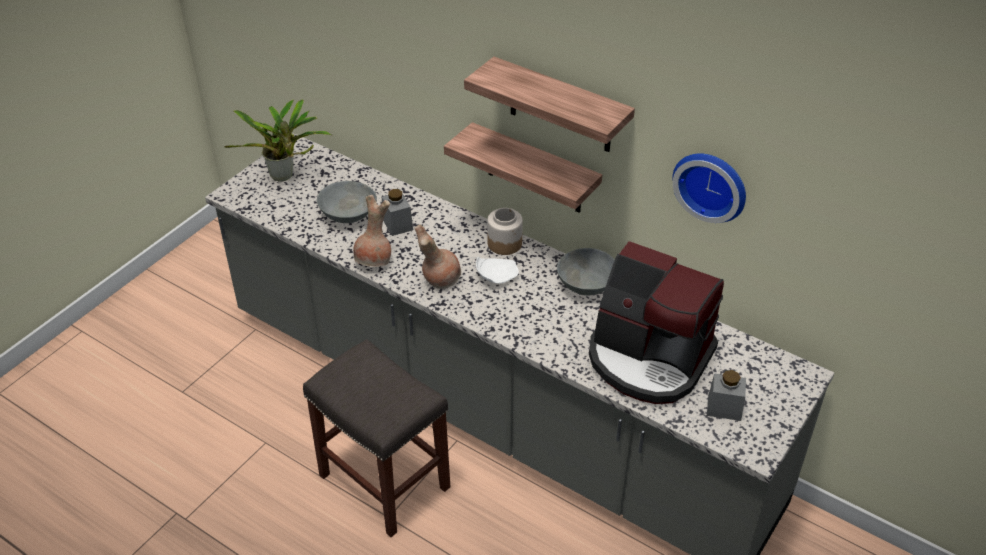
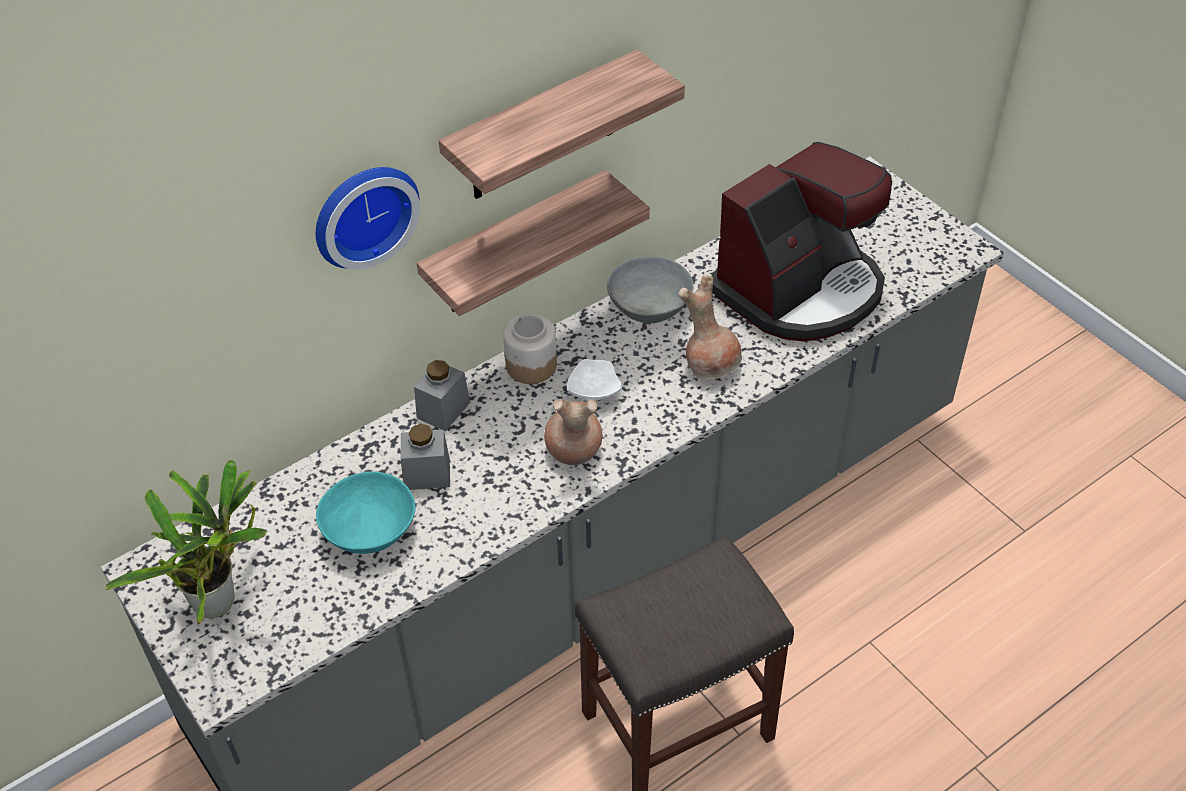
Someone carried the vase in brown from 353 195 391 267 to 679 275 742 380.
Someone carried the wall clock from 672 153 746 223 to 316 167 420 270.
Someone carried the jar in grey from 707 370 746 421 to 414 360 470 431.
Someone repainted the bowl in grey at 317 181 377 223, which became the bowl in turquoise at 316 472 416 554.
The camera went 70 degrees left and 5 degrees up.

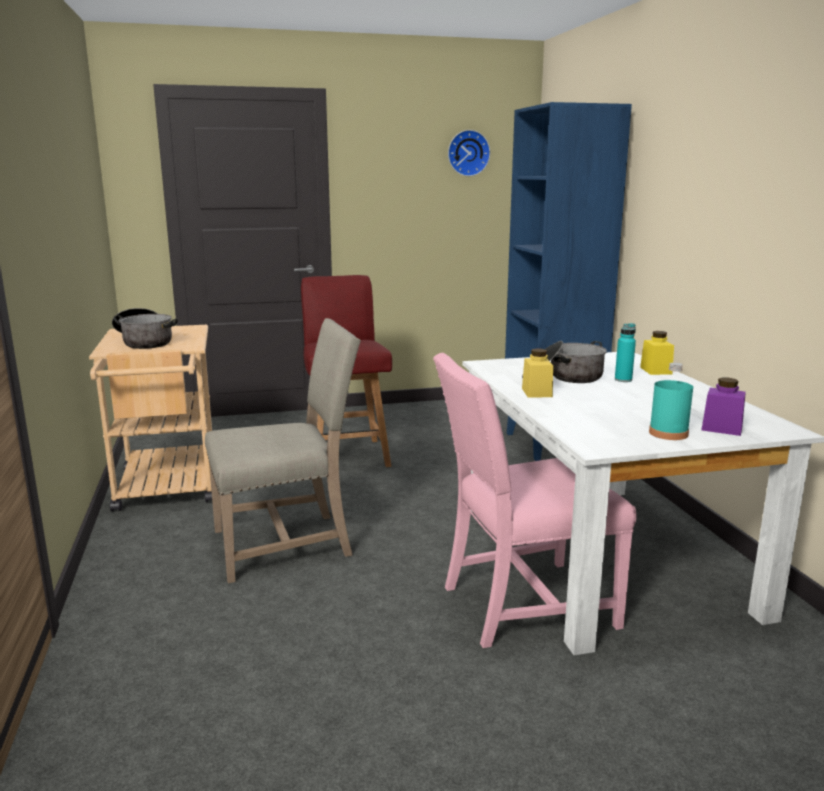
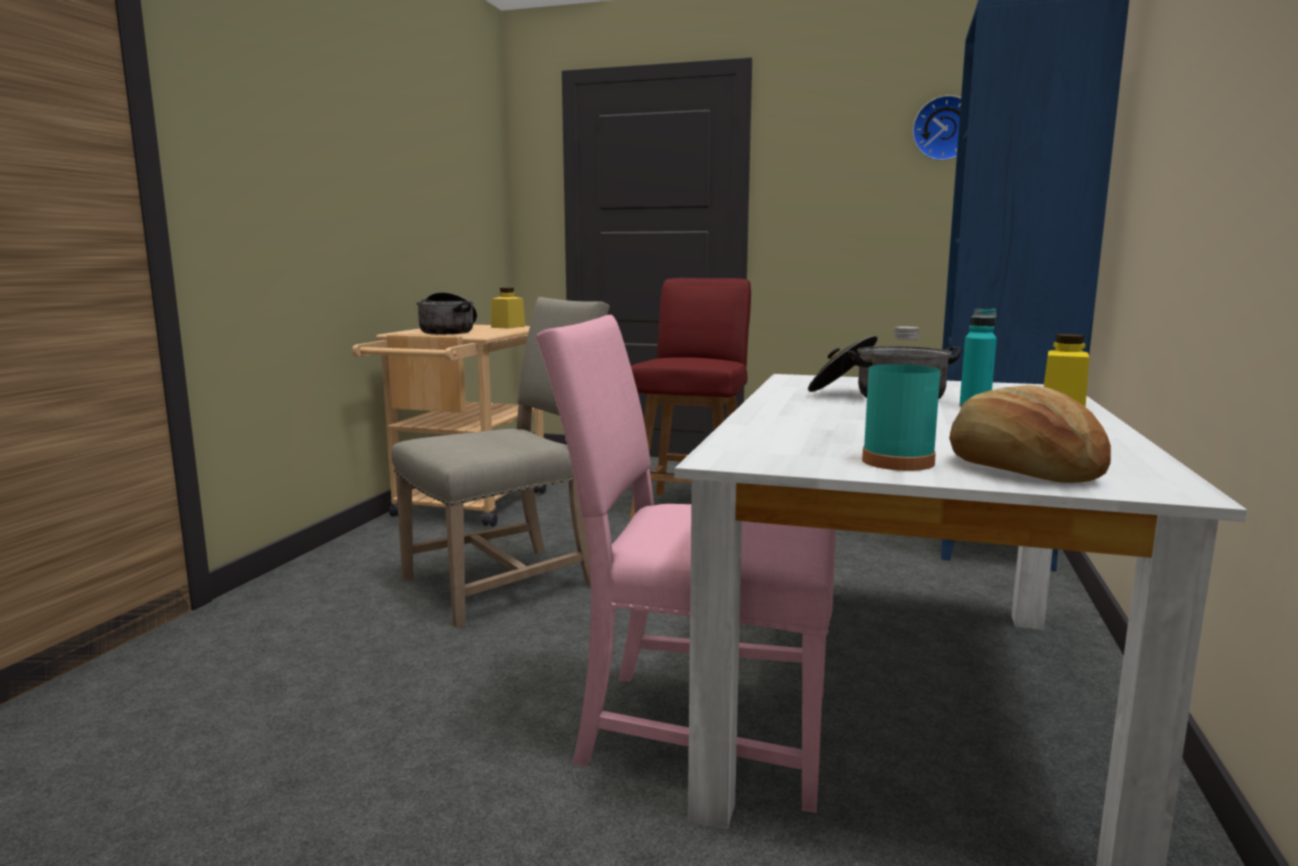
Someone carried the jar in yellow from 522 348 553 398 to 491 288 525 329.
Someone swapped the jar in purple at 701 378 746 436 for the bread at 949 385 1111 483.
Someone rotated the chair in beige at 205 318 361 583 by 45 degrees counterclockwise.
The camera went 30 degrees right and 5 degrees down.

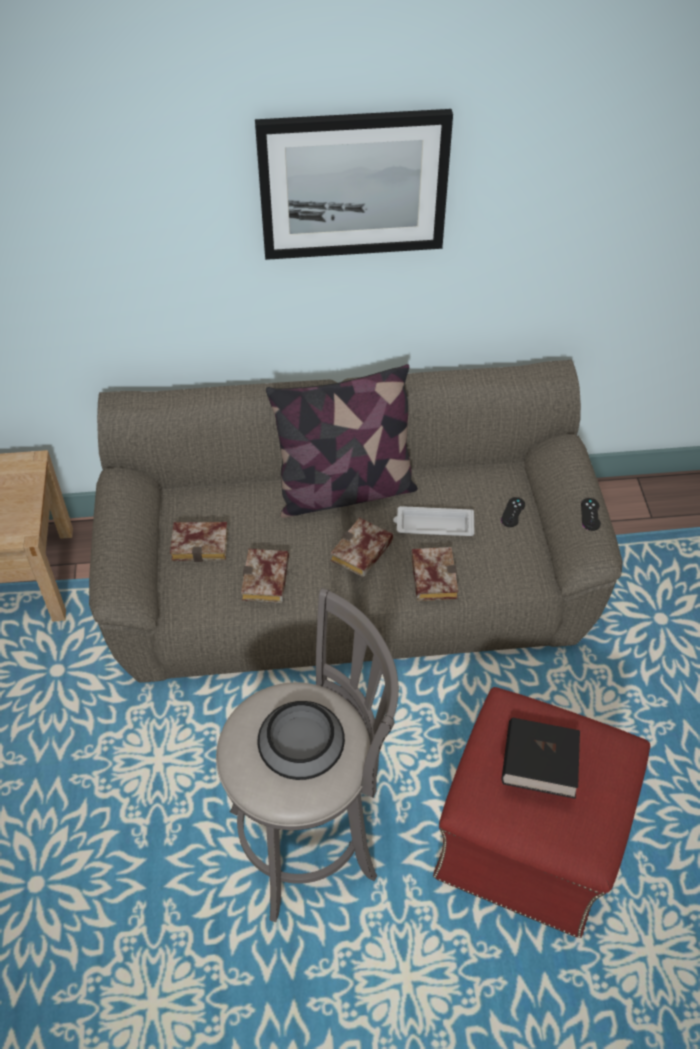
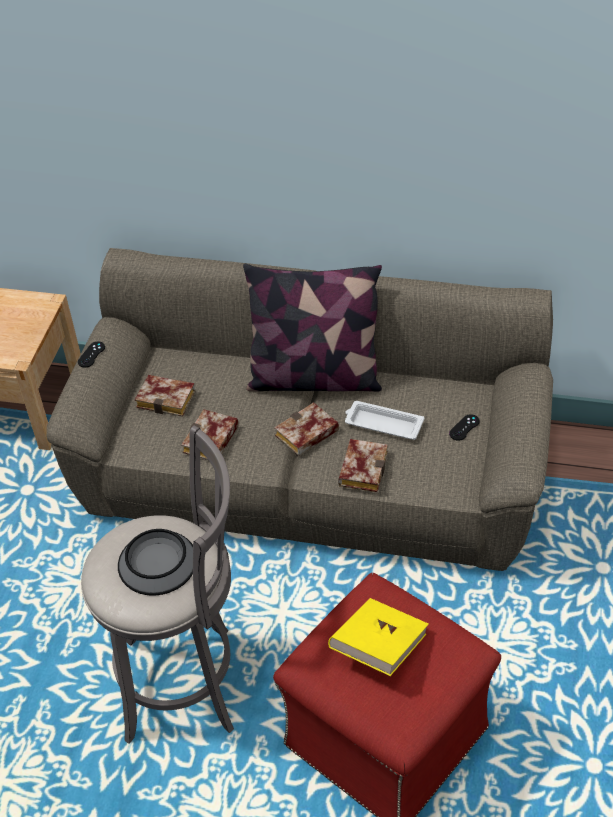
Someone took away the picture at 255 109 453 260.
Someone carried the game controller in black from 581 498 601 531 to 78 342 105 368.
Someone repainted the book in black at 502 718 580 799, which became the book in yellow at 328 598 429 676.
The camera went 20 degrees right and 5 degrees down.

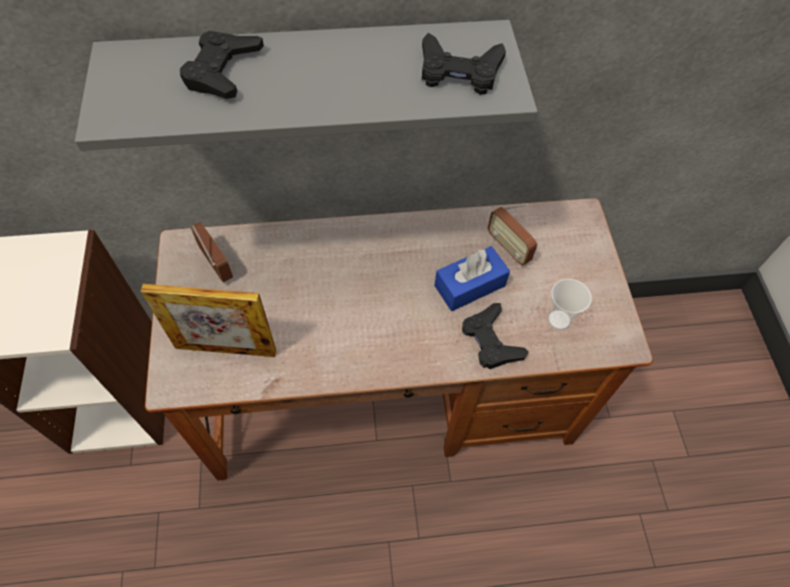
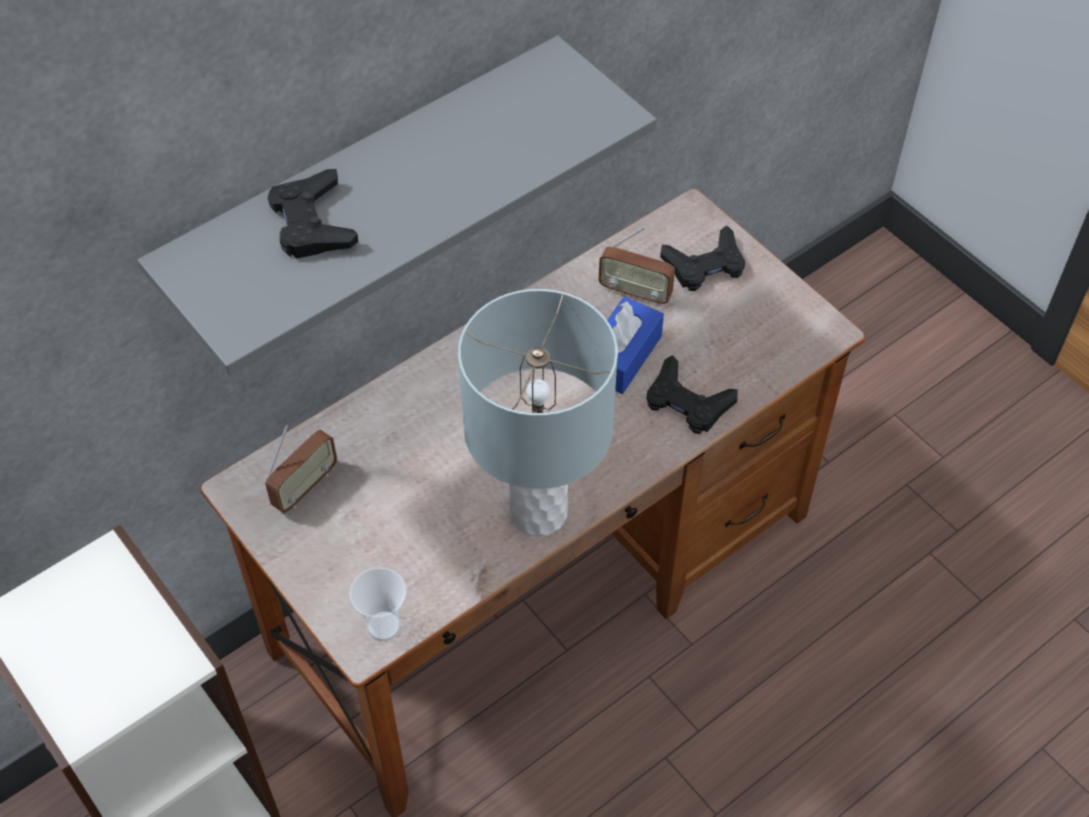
Someone took away the picture frame at 140 284 276 357.
Someone put down the table lamp in grey at 458 289 618 536.
Someone carried the game controller in black from 422 33 506 95 to 660 225 745 291.
Someone carried the cup from 548 279 591 330 to 349 568 406 641.
Someone rotated the radio at 190 222 233 282 by 105 degrees clockwise.
The camera went 30 degrees left and 5 degrees down.

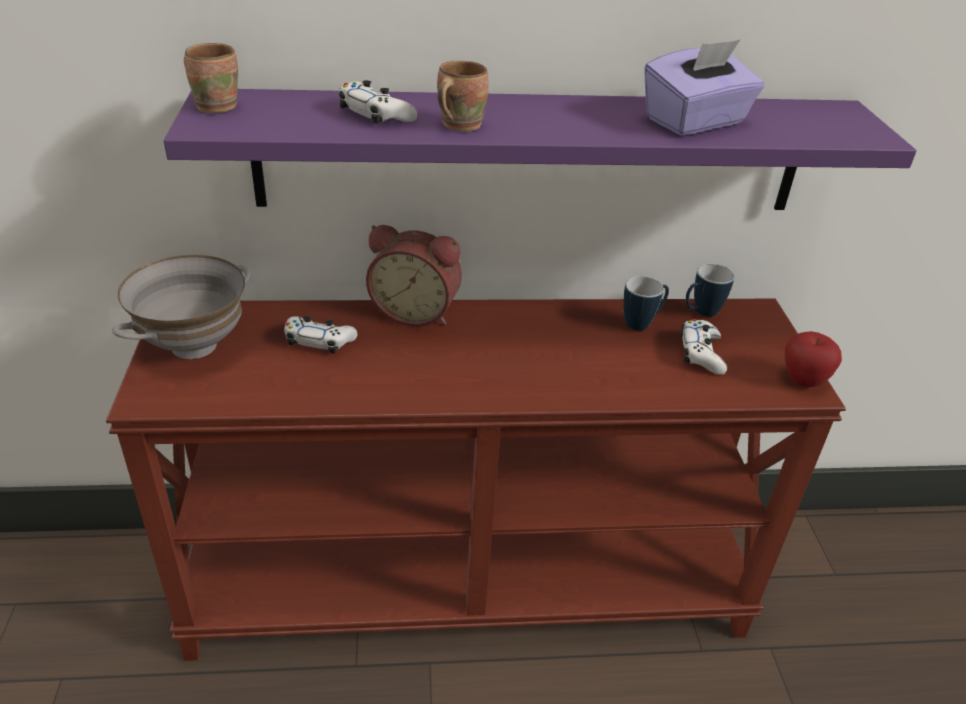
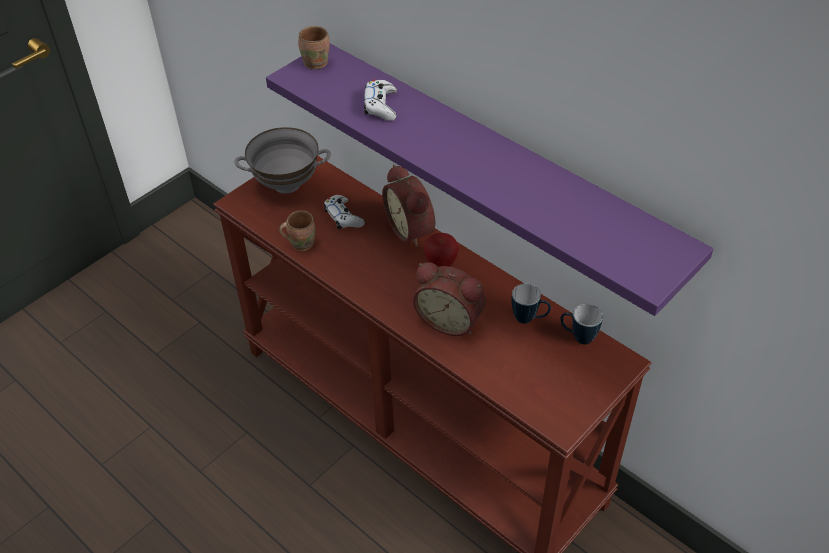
Someone took away the tissue box in purple at 644 40 765 136.
Someone took away the game controller in white at 680 319 727 375.
Someone put down the alarm clock at 413 262 486 336.
Someone carried the mug in brown from 437 61 489 132 to 279 210 315 251.
Someone carried the apple from 785 331 842 387 to 424 233 459 267.
The camera went 50 degrees right and 10 degrees up.

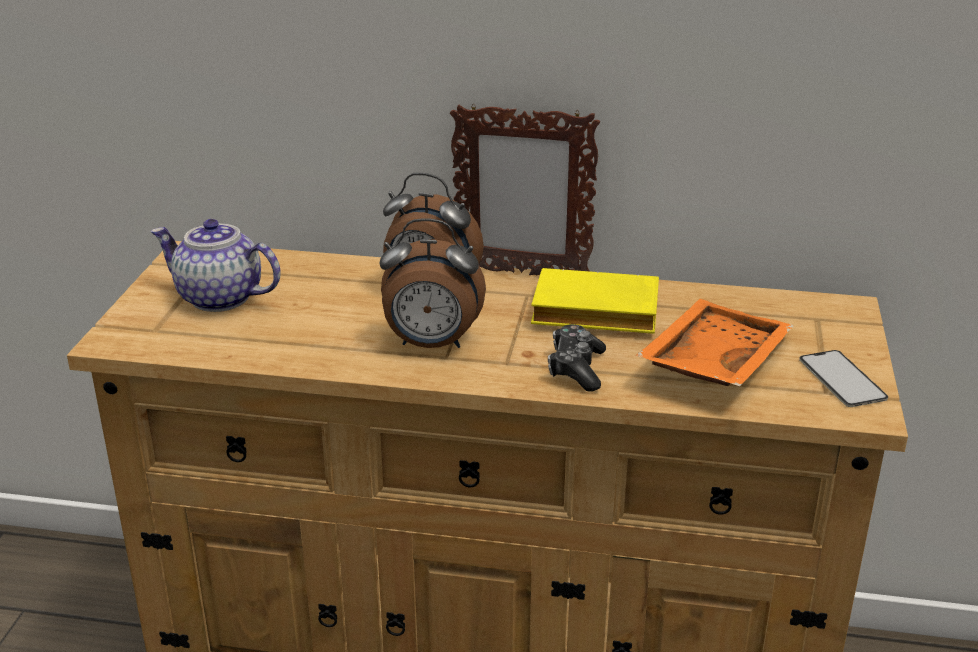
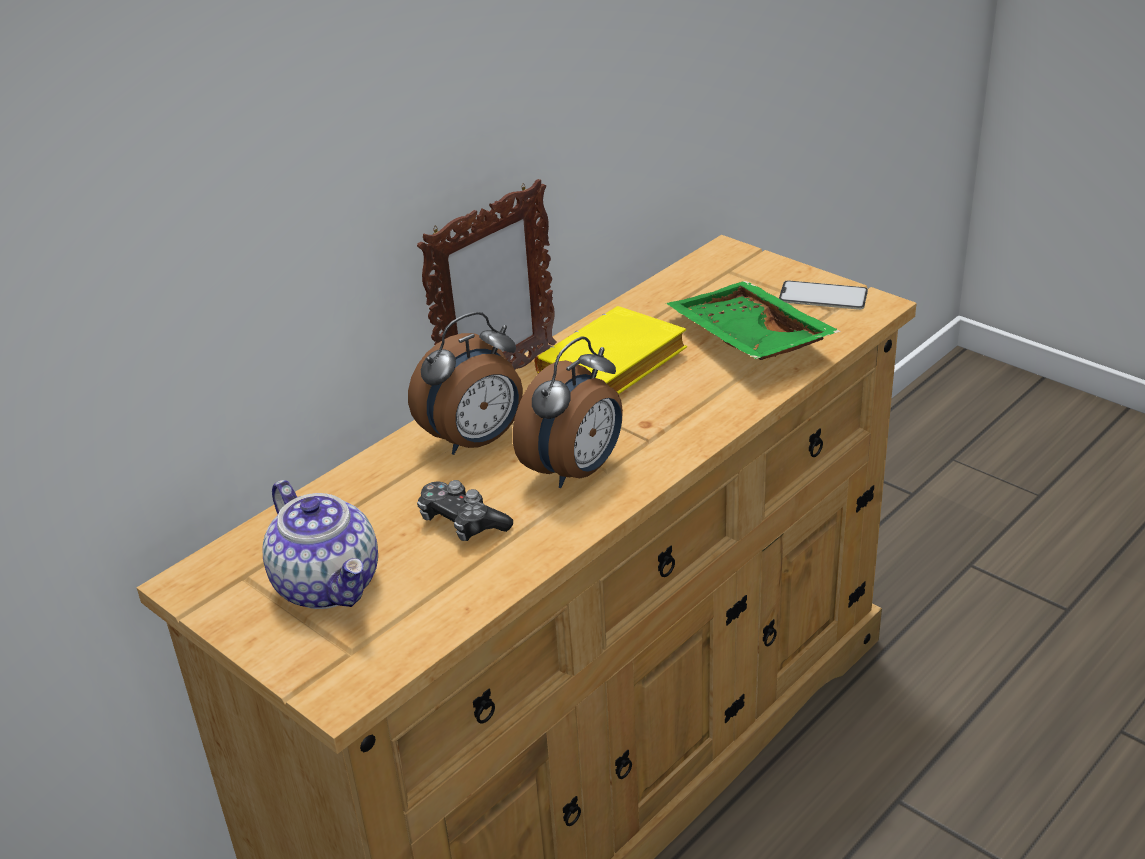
Someone carried the game controller from 548 324 606 392 to 417 480 513 541.
Someone repainted the tray in orange at 636 299 794 386, which became the tray in green at 666 281 841 360.
Someone rotated the teapot at 151 219 281 312 by 90 degrees counterclockwise.
The camera went 55 degrees left and 5 degrees up.

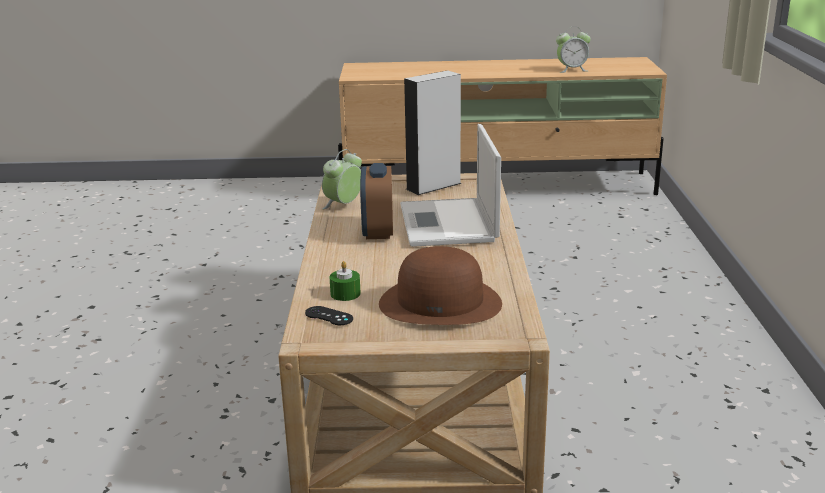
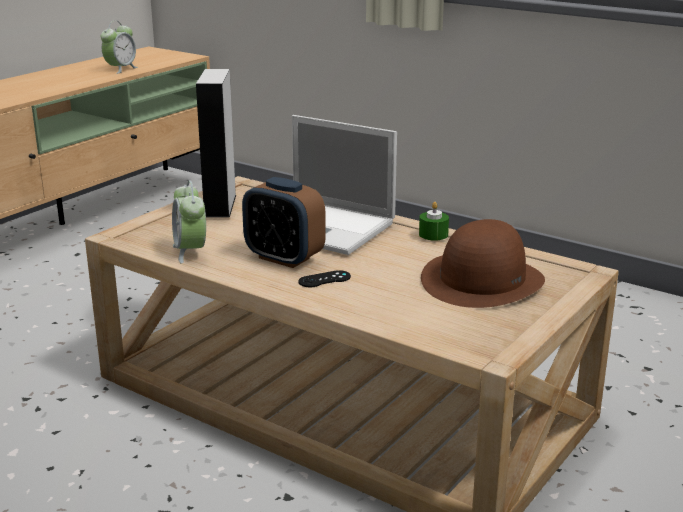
Someone carried the game controller in black from 305 306 353 325 to 299 270 351 287.
Someone carried the candle in green from 329 261 361 301 to 419 202 449 241.
The camera went 55 degrees left and 0 degrees up.

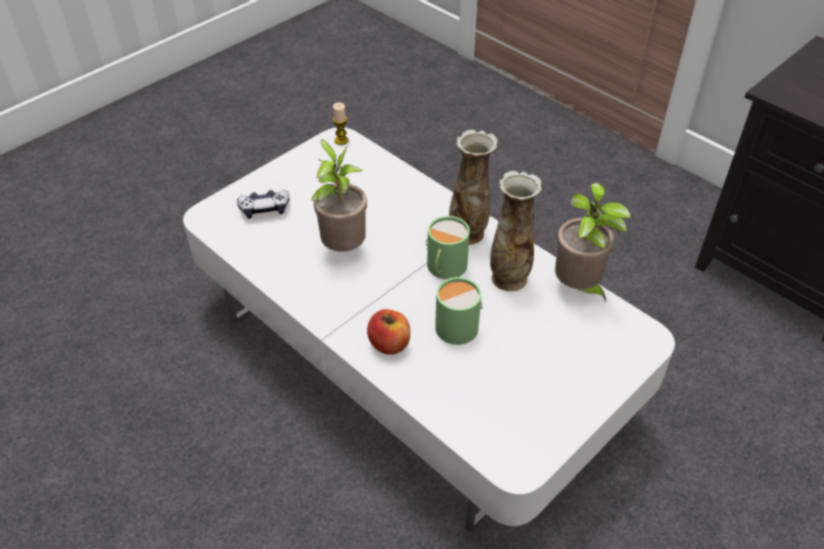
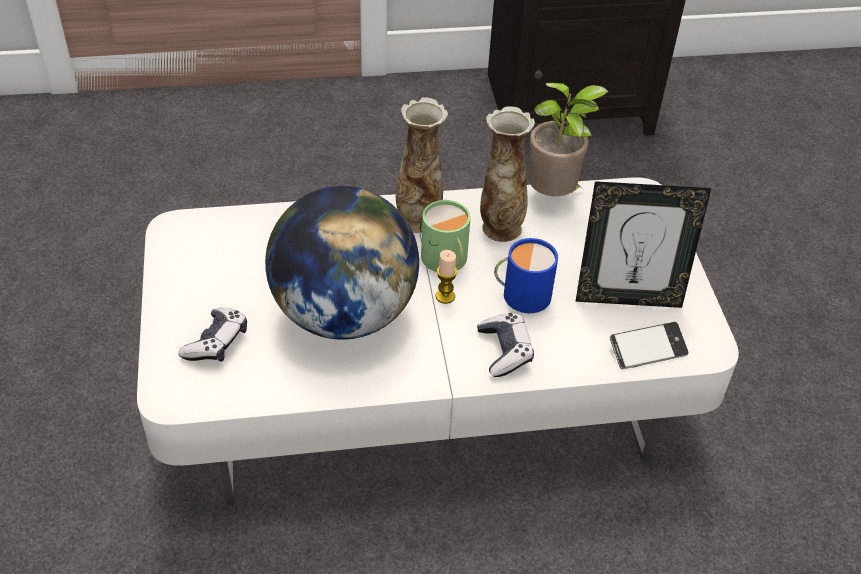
Someone put down the picture frame at 575 181 711 308.
Someone put down the phone at 610 322 688 369.
Someone carried the candle from 333 102 349 145 to 436 250 457 304.
Someone swapped the potted plant at 311 139 367 252 for the globe at 265 186 419 340.
Someone swapped the apple at 367 309 410 355 for the game controller at 477 313 534 377.
Someone repainted the mug in green at 435 277 482 345, which became the mug in blue at 494 238 558 313.
The camera went 55 degrees left and 0 degrees up.

